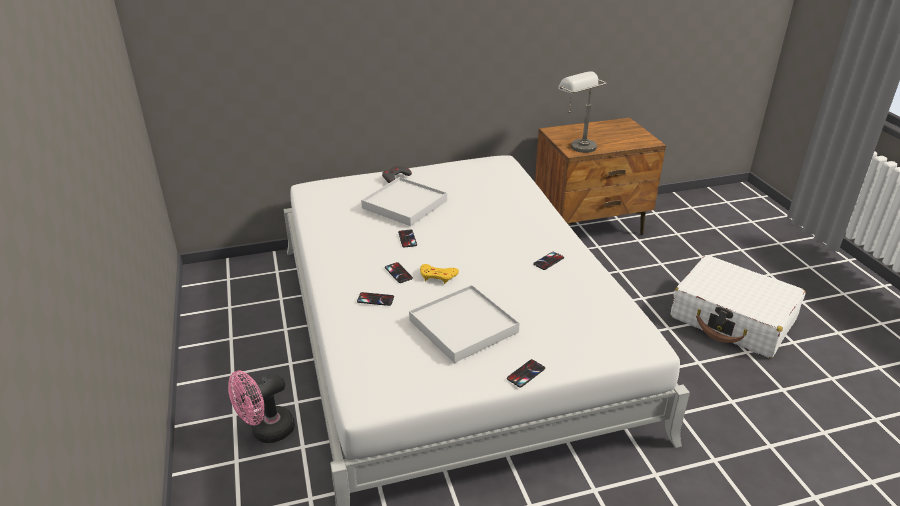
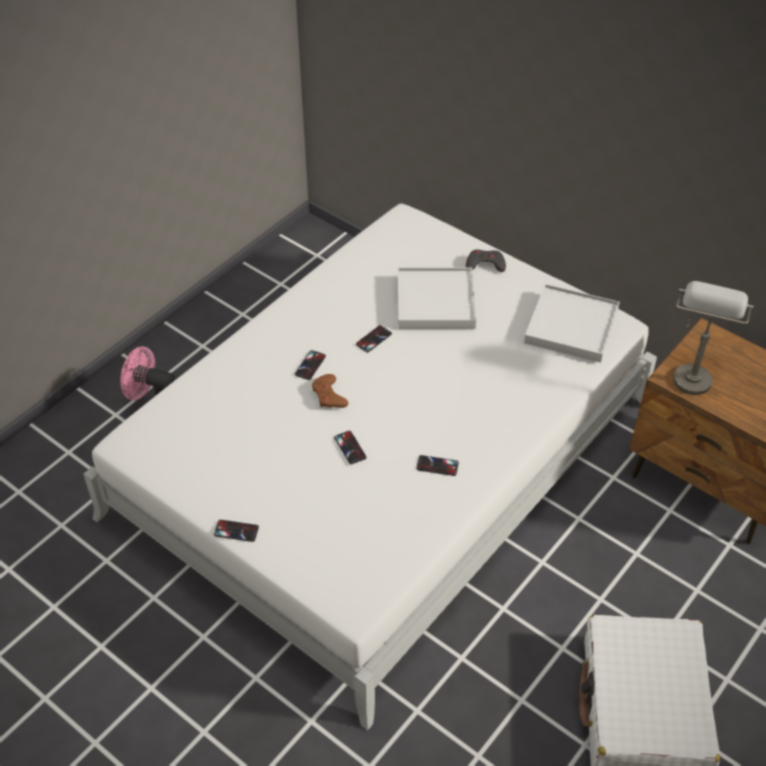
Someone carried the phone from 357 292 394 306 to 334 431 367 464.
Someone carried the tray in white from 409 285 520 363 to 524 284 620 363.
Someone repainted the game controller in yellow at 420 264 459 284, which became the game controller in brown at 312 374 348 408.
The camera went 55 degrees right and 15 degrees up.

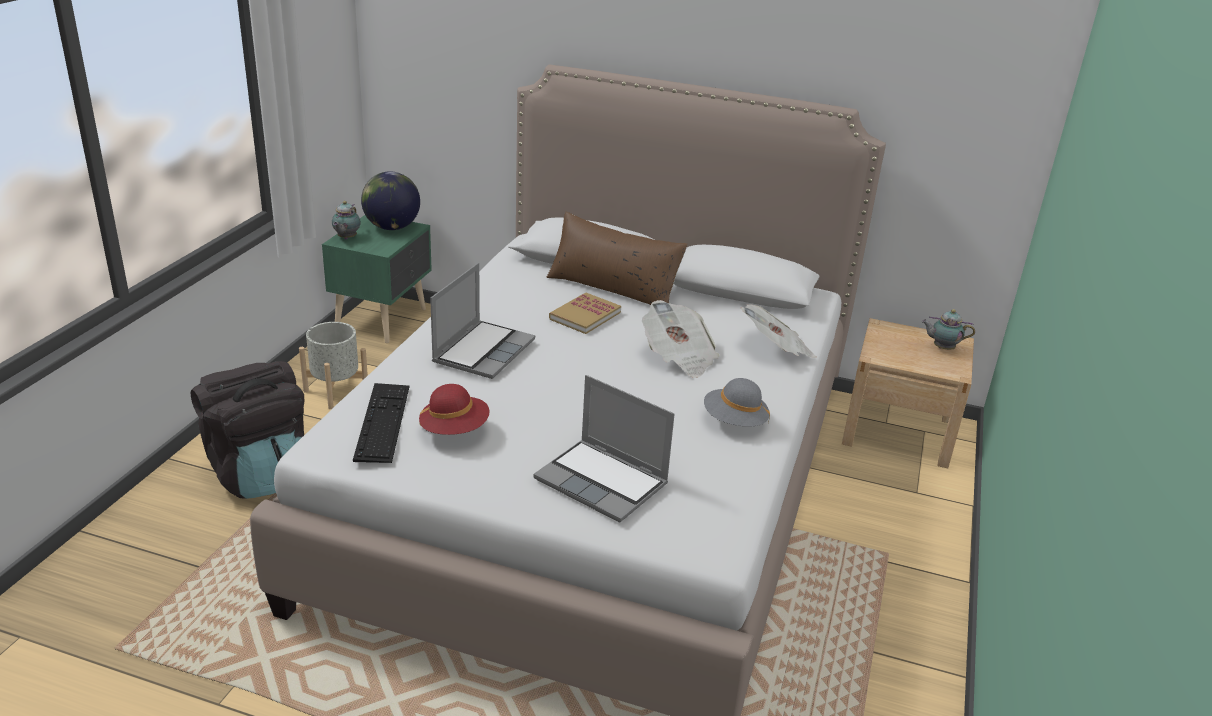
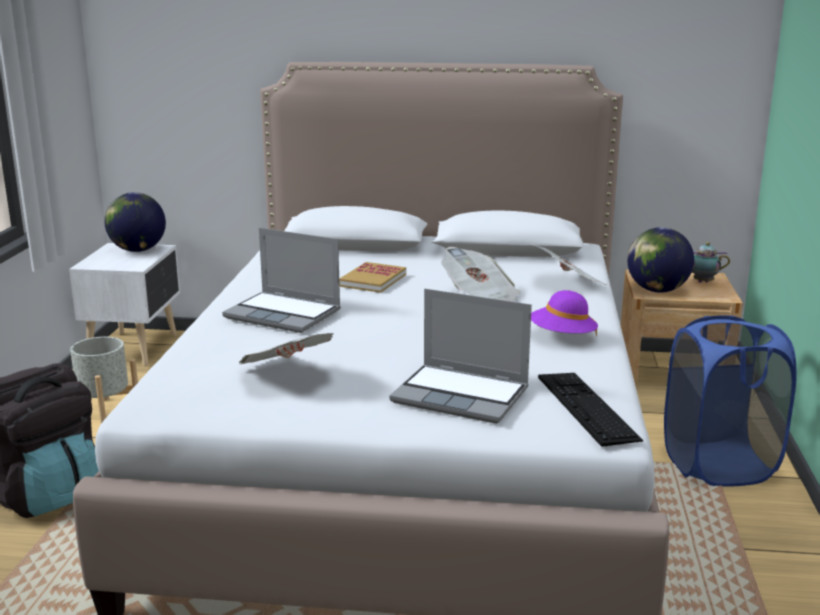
Someone took away the teapot at 332 201 361 239.
Someone took away the pillow in brown at 547 212 688 305.
Someone put down the globe at 627 227 694 293.
Someone put down the laundry basket in blue at 664 315 797 487.
Someone carried the keyboard from 353 383 410 463 to 538 373 643 447.
Someone swapped the hat in red at 419 384 490 435 for the newspaper at 239 333 333 364.
Someone repainted the nightstand in green at 322 215 432 343, which became the nightstand in white at 69 243 180 367.
Someone repainted the hat in grey at 704 378 770 427, which became the hat in purple at 531 290 598 336.
Someone rotated the laptop at 430 263 535 379 by 105 degrees clockwise.
The camera went 10 degrees left and 10 degrees down.

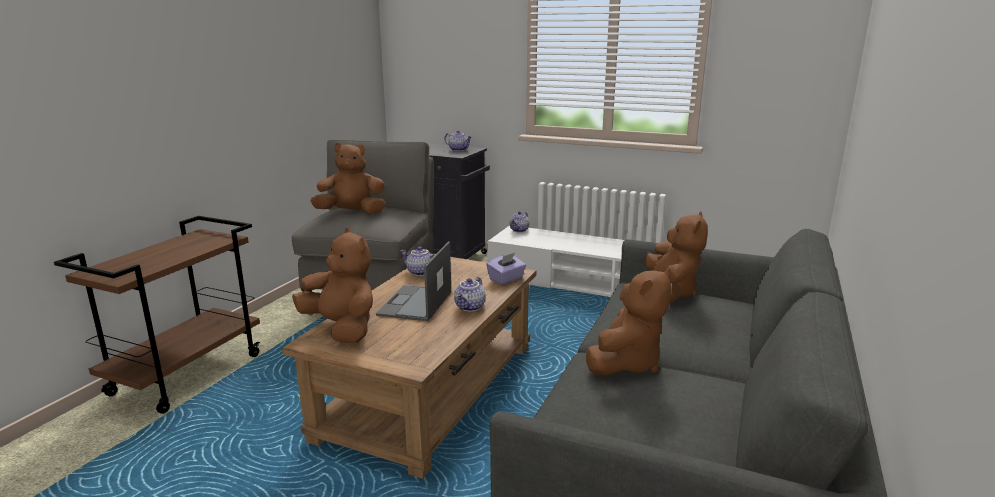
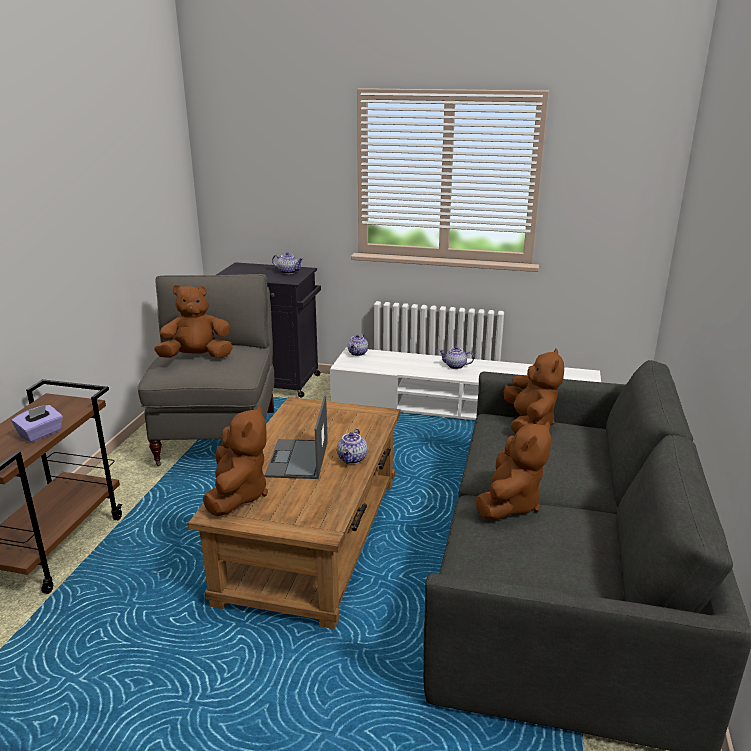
Someone carried the teapot from 400 247 435 276 to 439 347 474 369.
Someone carried the tissue box in purple from 486 253 526 285 to 12 405 63 442.
Someone rotated the plush toy in brown at 292 228 373 343 by 60 degrees clockwise.
The camera went 10 degrees left and 5 degrees up.

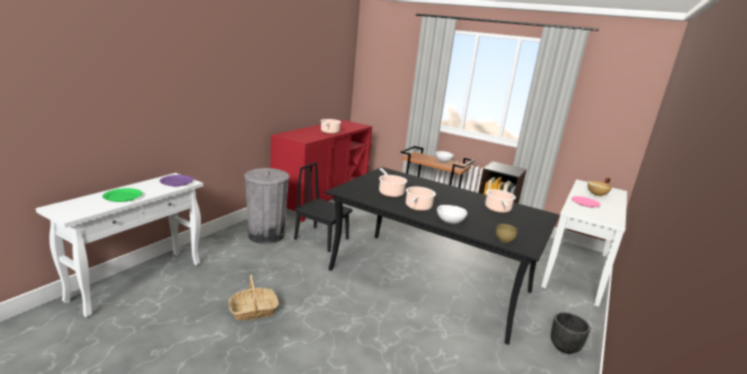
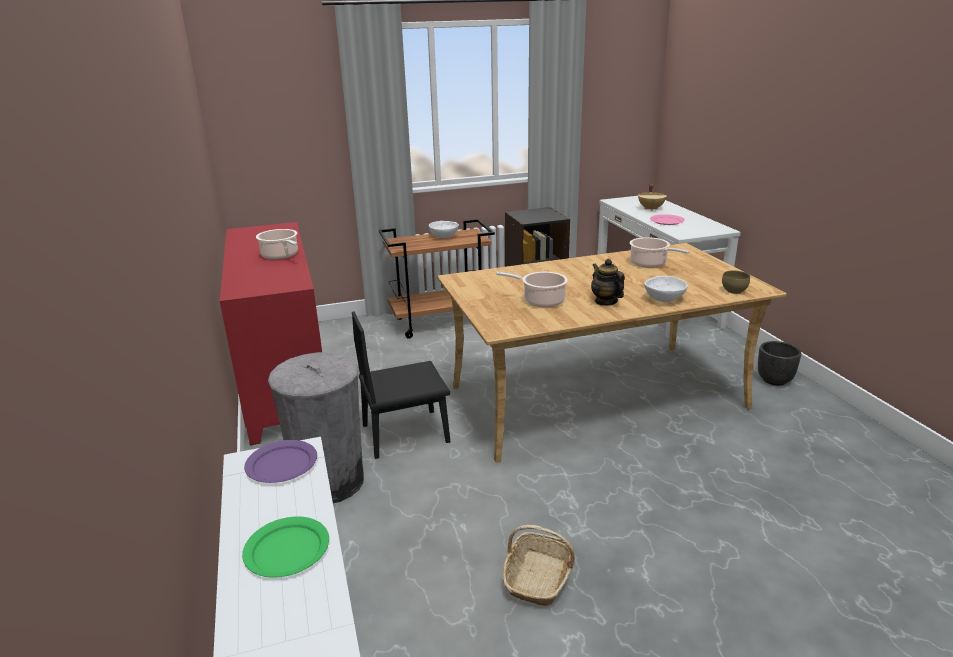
Someone swapped the cooking pot at 406 186 436 211 for the teapot at 591 259 625 306.
Someone repainted the dining table in black at 325 167 559 345, which became the dining table in beige at 437 243 787 463.
The camera went 45 degrees left and 5 degrees up.

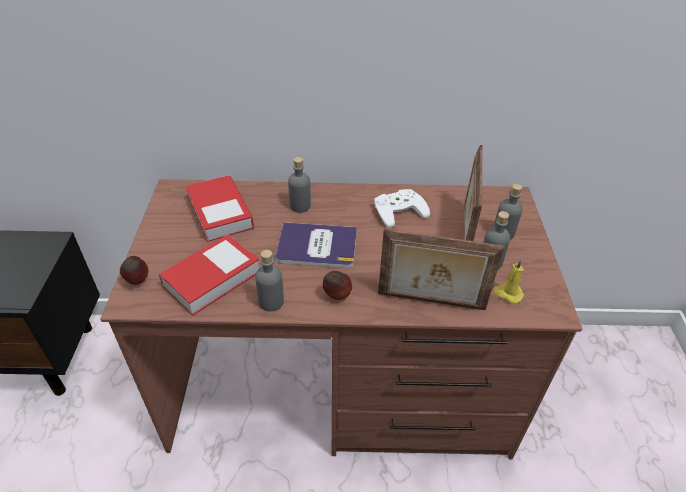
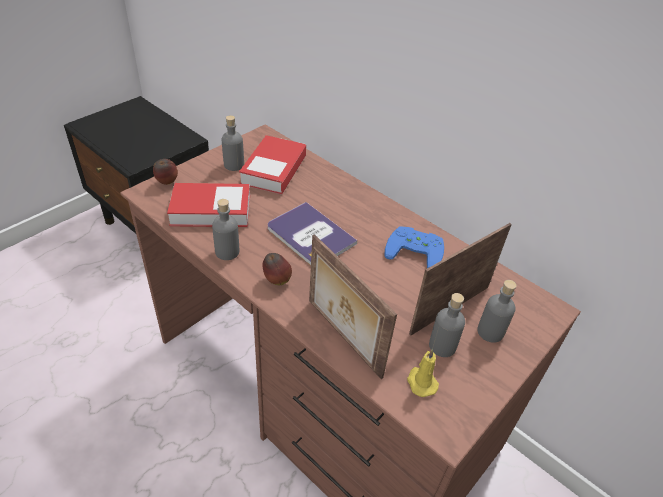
Someone carried the bottle in grey from 288 157 311 213 to 221 115 244 171.
Someone repainted the game controller in white at 374 189 430 228, which became the game controller in blue at 384 226 444 268.
The camera went 40 degrees right and 0 degrees up.

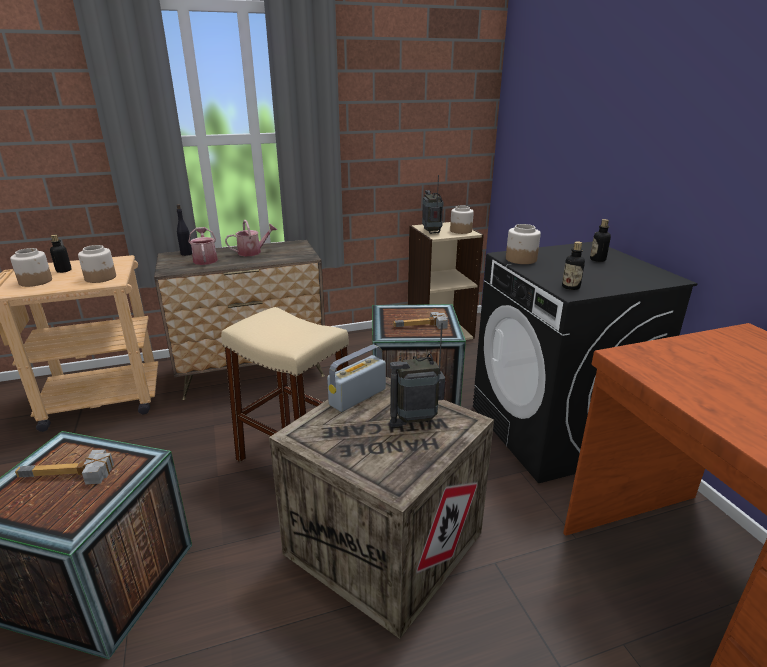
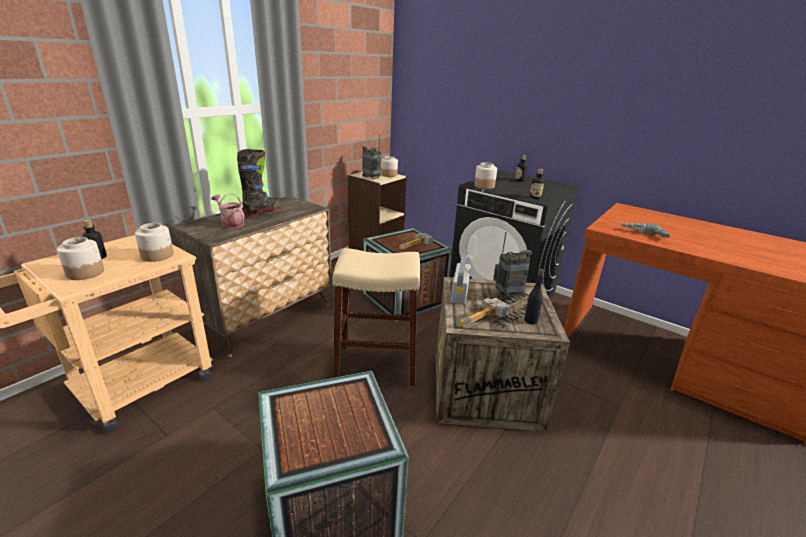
Someone put down the power drill at 620 223 670 238.
Someone carried the hammer from 15 449 114 484 to 460 298 509 327.
Someone carried the bottle in black from 177 204 192 256 to 524 269 544 324.
Someone swapped the watering can at 225 220 277 256 for the boot in black at 237 149 280 216.
Someone rotated the radio at 390 323 446 427 by 150 degrees counterclockwise.
The camera went 35 degrees left and 0 degrees up.

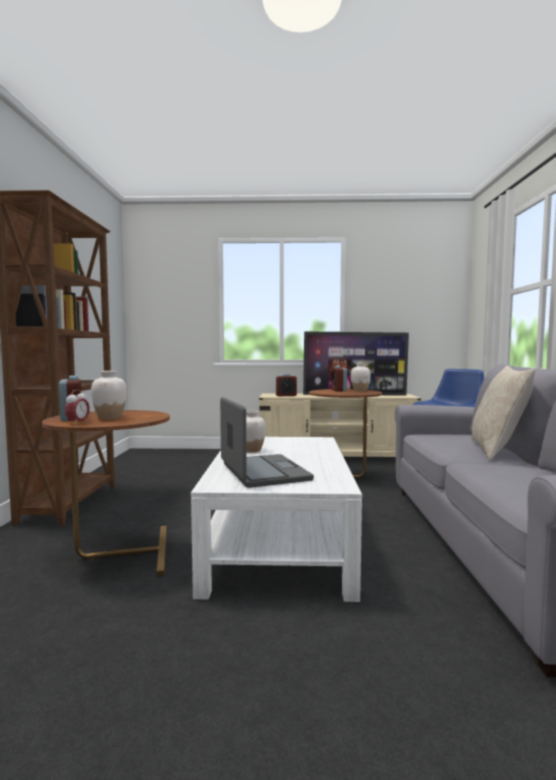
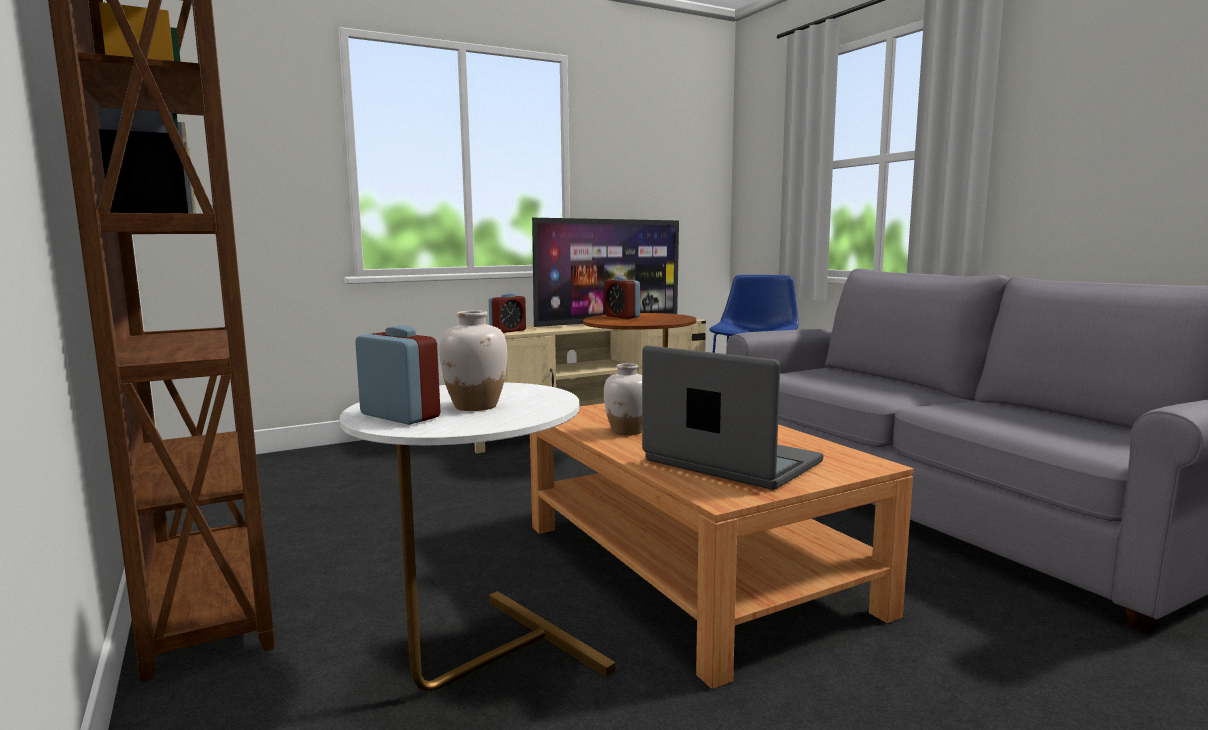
Someone took away the alarm clock at 65 390 90 425.
Someone took away the vase in white at 351 363 371 392.
Someone took away the pillow in beige at 471 366 535 460.
Someone repainted the side table in brown at 42 410 170 577, which became the side table in white at 340 382 615 691.
Someone repainted the coffee table in white at 191 437 362 602, which became the coffee table in brown at 530 403 914 689.
The camera went 30 degrees left and 5 degrees up.

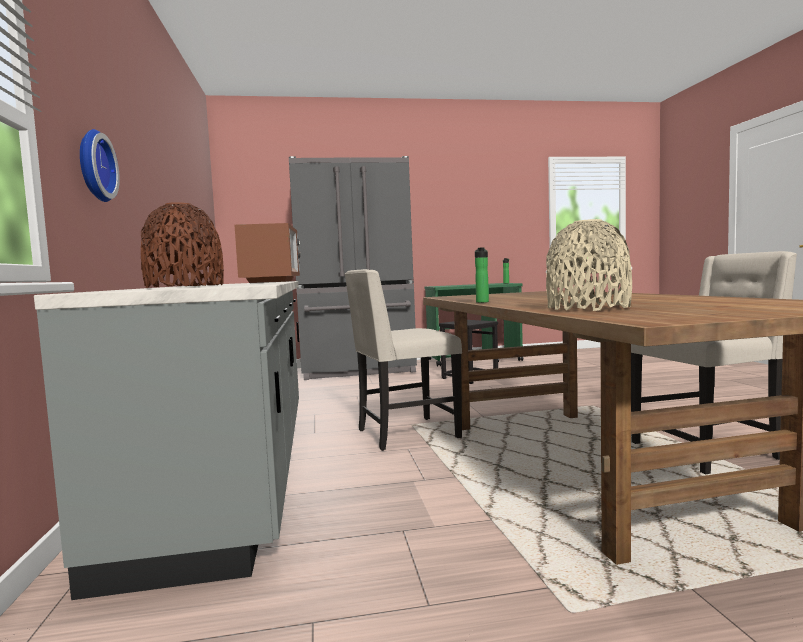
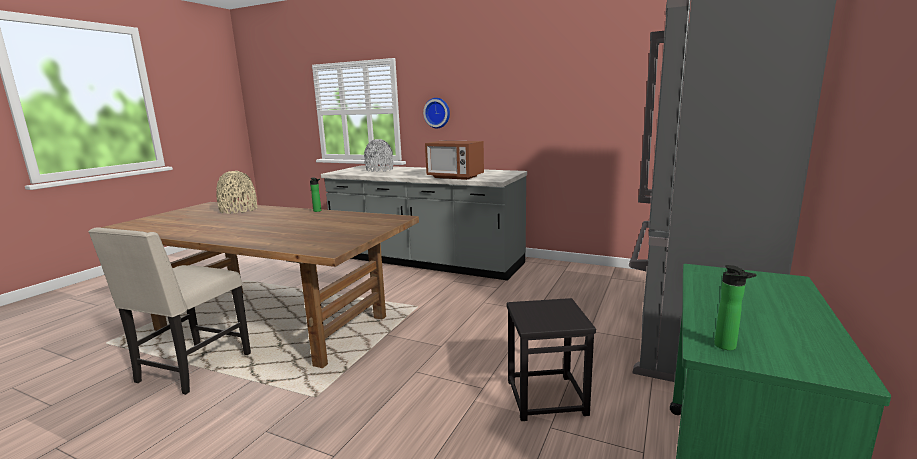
Someone took away the chair in beige at 345 269 462 451.
Someone repainted the vase in brown at 141 202 224 288, which became the vase in grey at 364 139 393 172.
The camera went 125 degrees right and 10 degrees up.

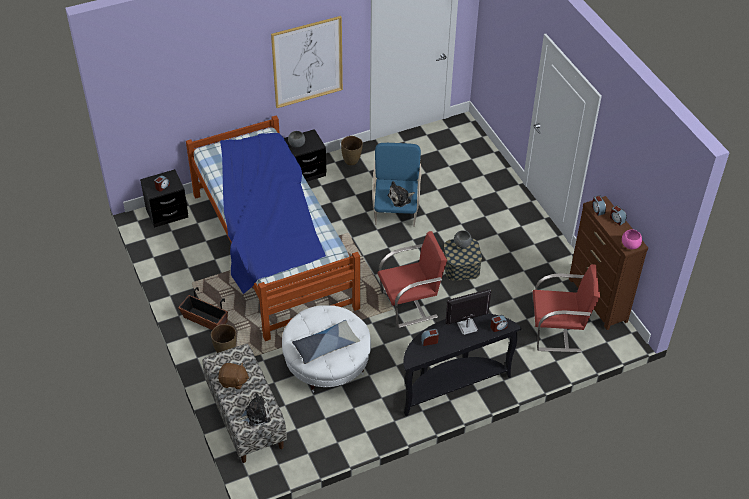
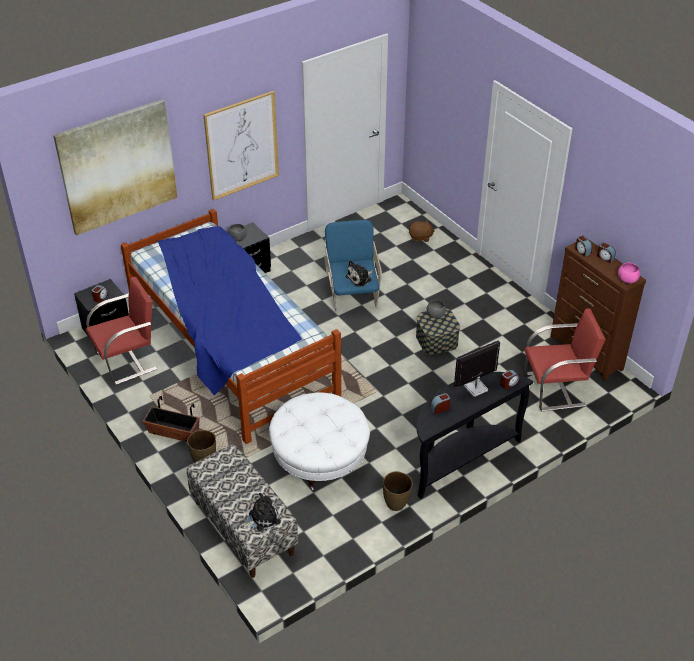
Someone took away the pillow at 292 320 360 364.
Someone put up the picture at 53 99 177 235.
Someone carried the plush toy in brown from 218 363 249 389 to 409 220 435 242.
Someone carried the vase in brown from 341 136 363 166 to 383 471 413 511.
Someone carried the chair in red from 378 231 447 328 to 85 277 157 385.
The camera went 10 degrees left and 5 degrees down.

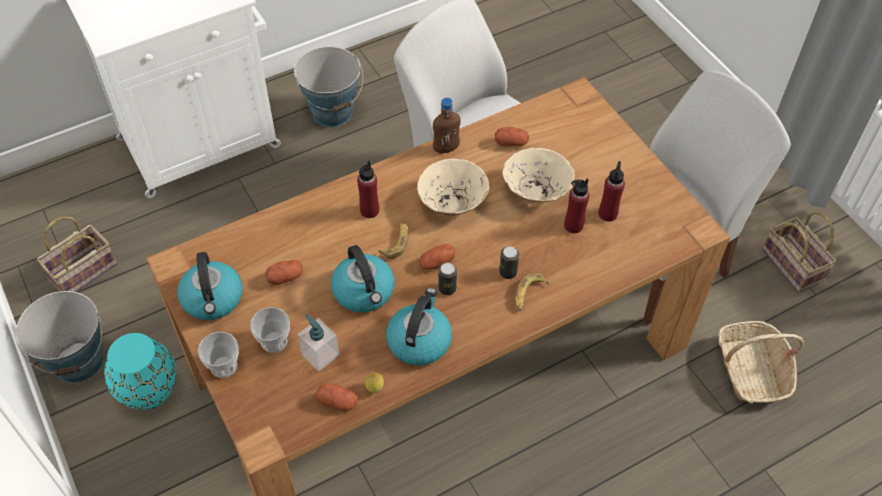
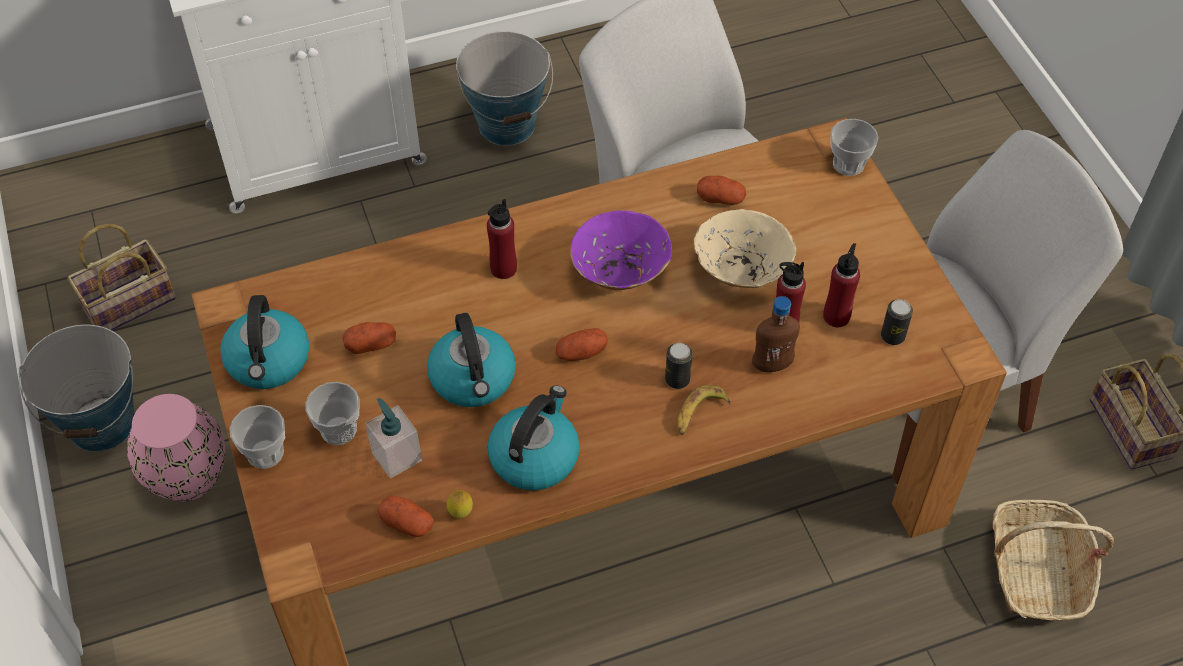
Someone took away the banana at 378 222 409 259.
Someone put down the cup at 830 119 878 176.
Someone carried the bottle in brown from 433 98 460 153 to 752 296 800 372.
Someone carried the can from 438 262 457 295 to 881 299 913 345.
Someone repainted the vase in turquoise at 104 333 176 410, which became the vase in pink at 127 394 225 501.
Someone repainted the bowl in beige at 417 159 489 216, which became the bowl in purple at 570 210 672 290.
The camera went 10 degrees right and 0 degrees up.

